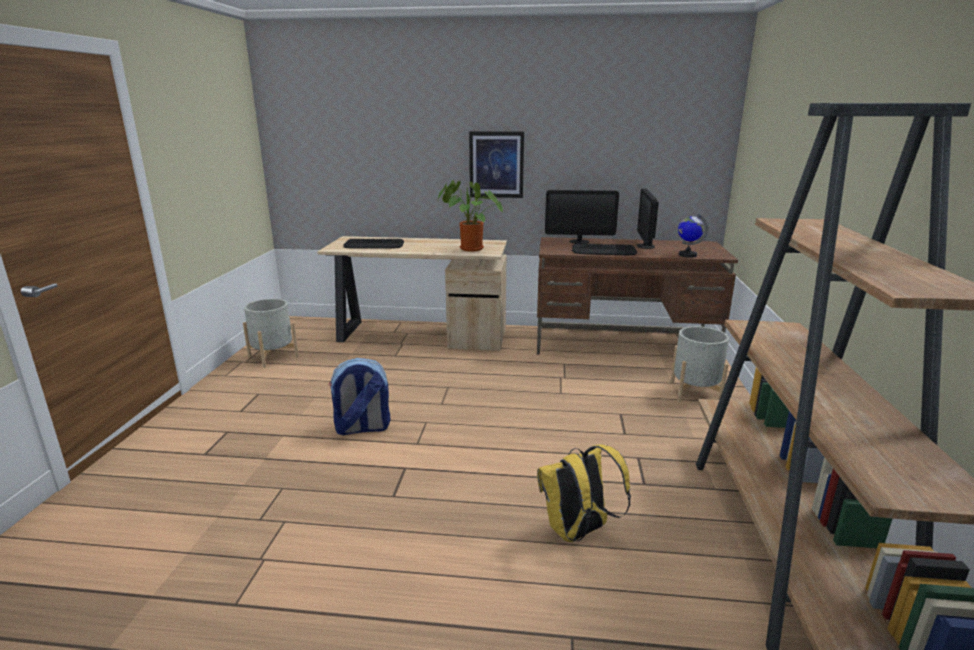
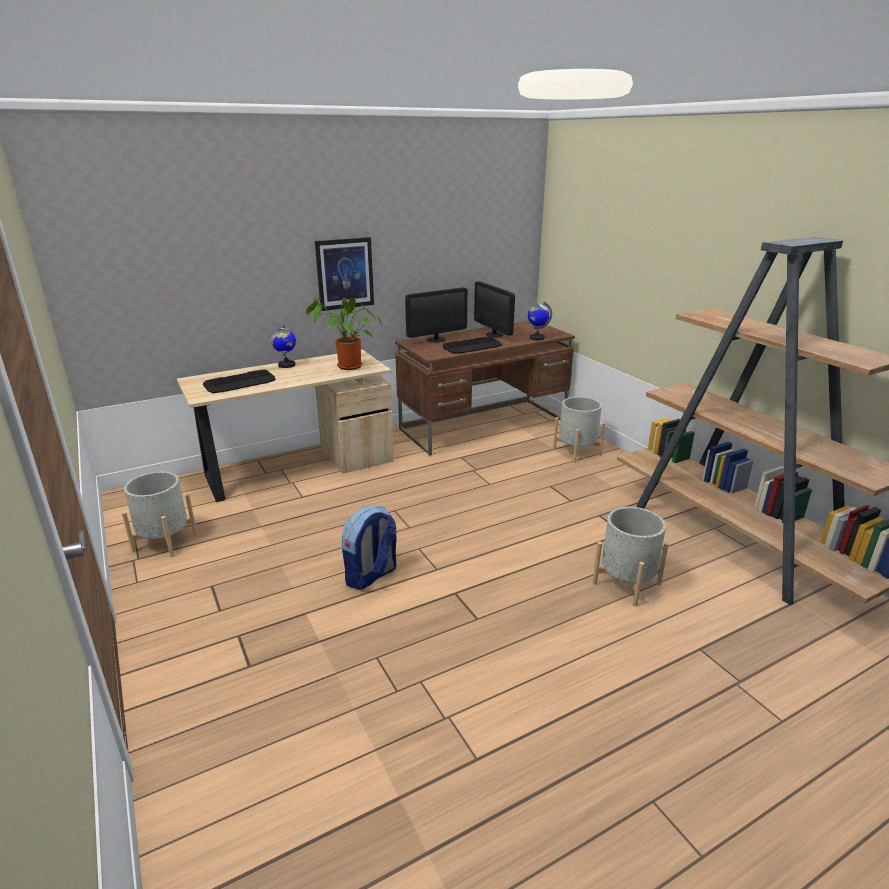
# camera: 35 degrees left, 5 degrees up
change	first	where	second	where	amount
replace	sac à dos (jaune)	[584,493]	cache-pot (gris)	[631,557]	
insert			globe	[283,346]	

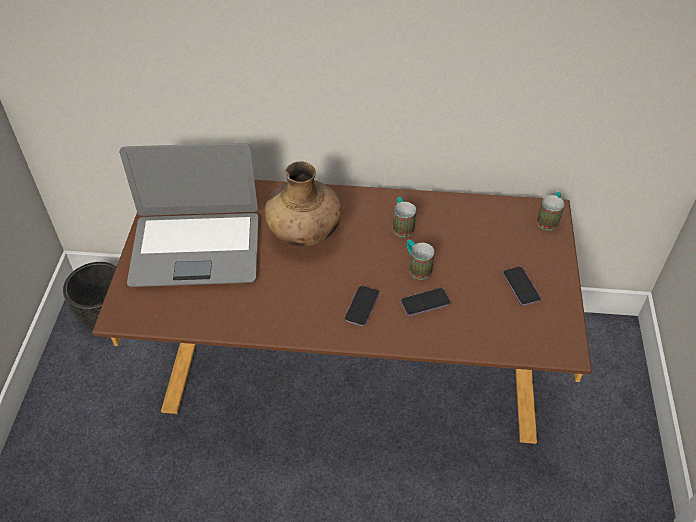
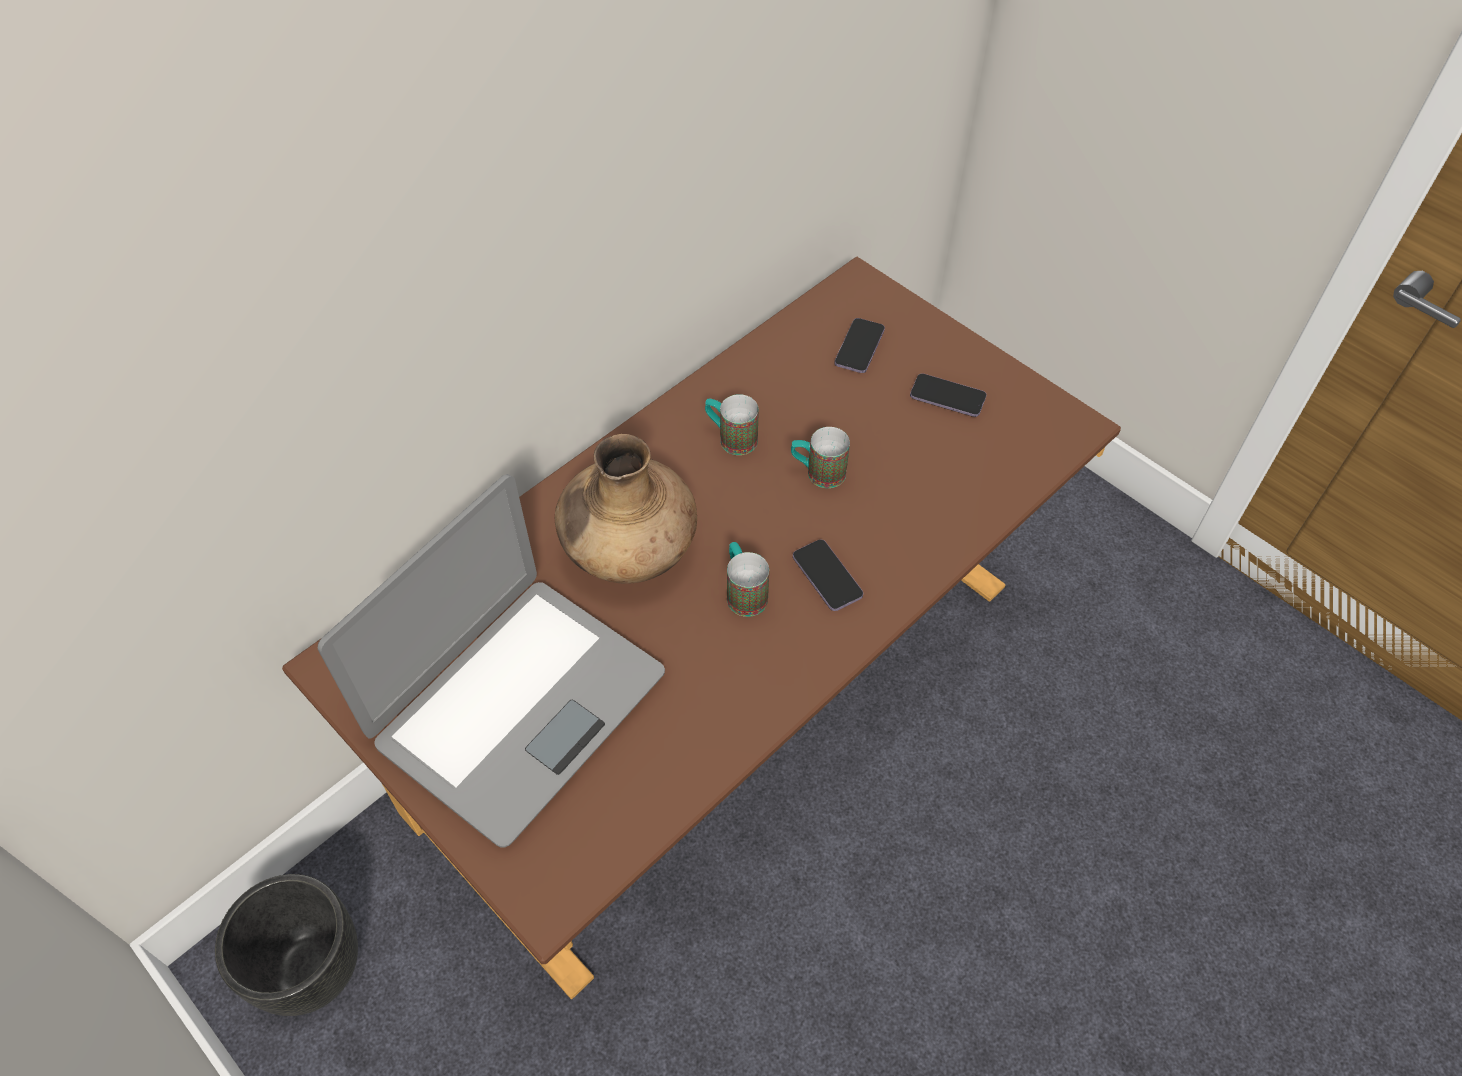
# camera: 50 degrees left, 5 degrees up
change	first	where	second	where	amount
move	téléphone	[425,302]		[859,345]	
move	mug	[550,211]		[748,579]	

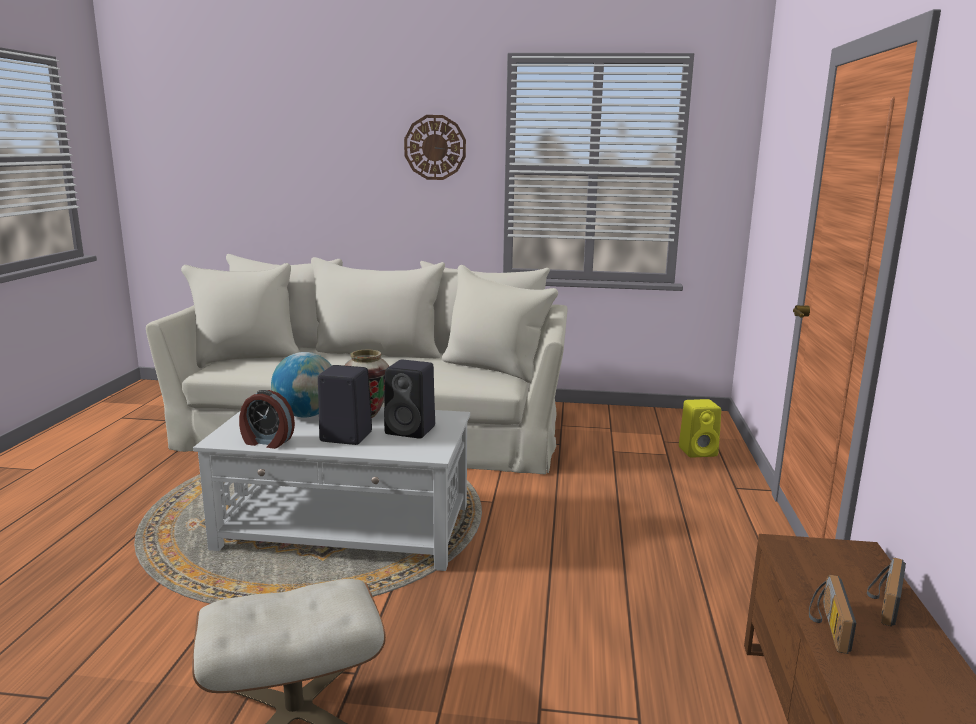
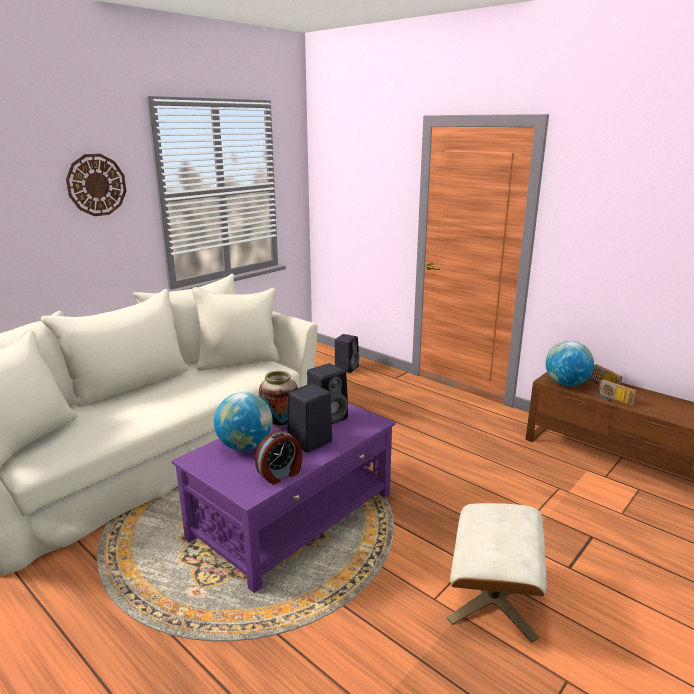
# camera: 55 degrees left, 5 degrees up
change	first	where	second	where	amount
recolor	table basse (blanc)	[331,489]	table basse (violet)	[283,498]	
recolor	enceinte (jaune)	[700,428]	enceinte (noir)	[347,353]	
insert			globe	[570,363]	

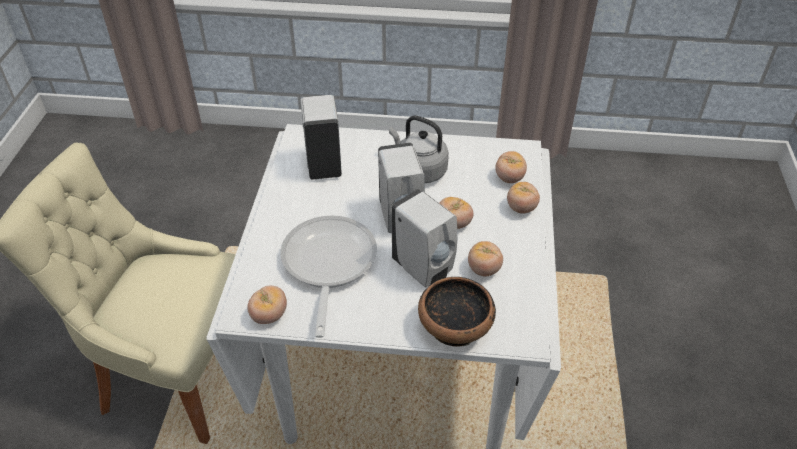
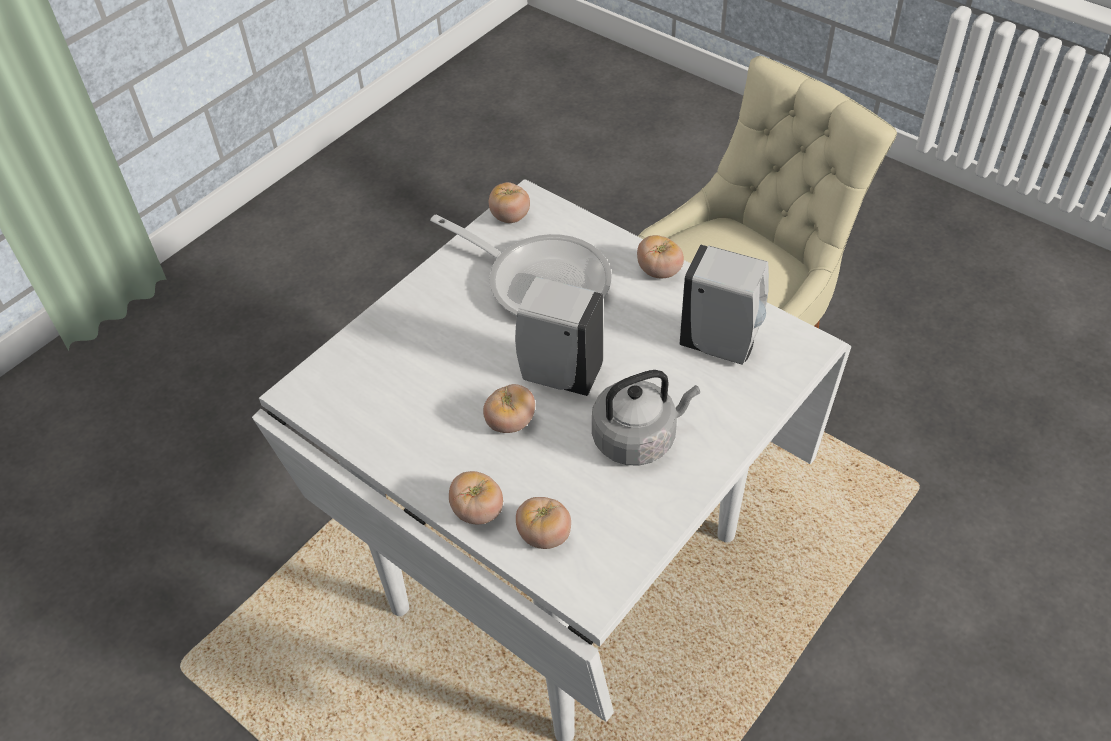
# camera: 125 degrees right, 5 degrees up
change	first	where	second	where	amount
delete	distributeur de savon (blanc)	[424,238]			
delete	bol	[457,312]			
move	tomate	[485,259]		[660,256]	

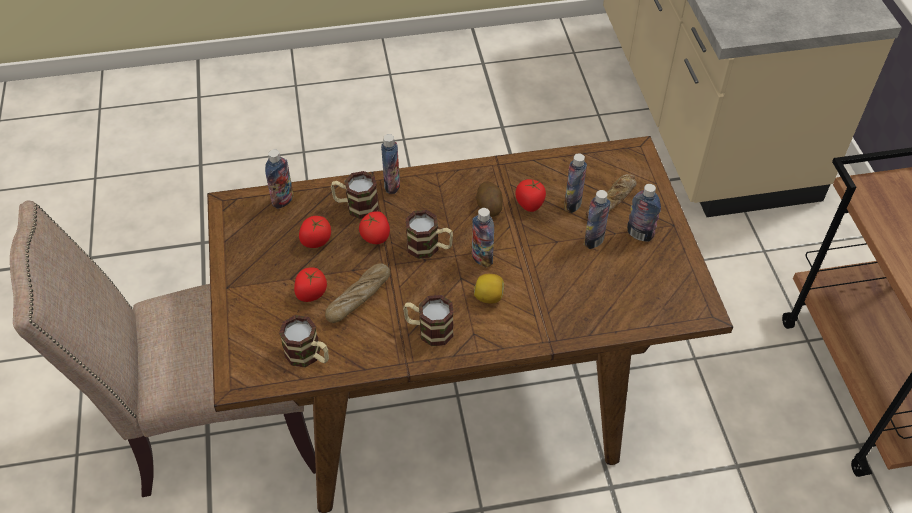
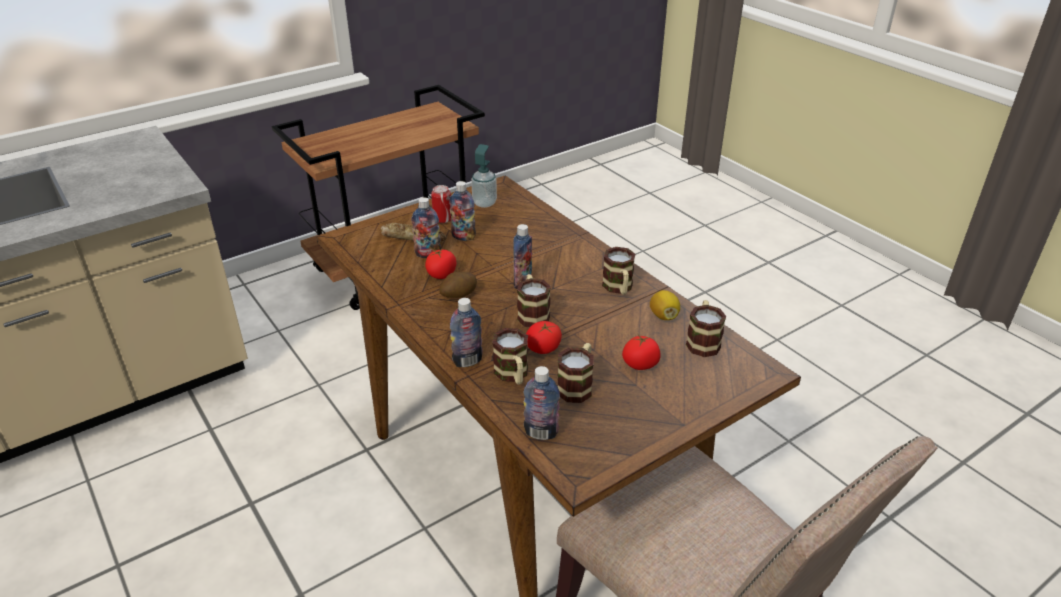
# camera: 115 degrees left, 15 degrees down
change	first	where	second	where	amount
replace	tomate	[315,232]	mug	[575,373]	
delete	pain	[357,293]			
move	citron	[489,289]		[665,305]	
replace	bouteille	[644,213]	boîte métallique	[441,204]	
insert			distributeur de savon	[484,176]	

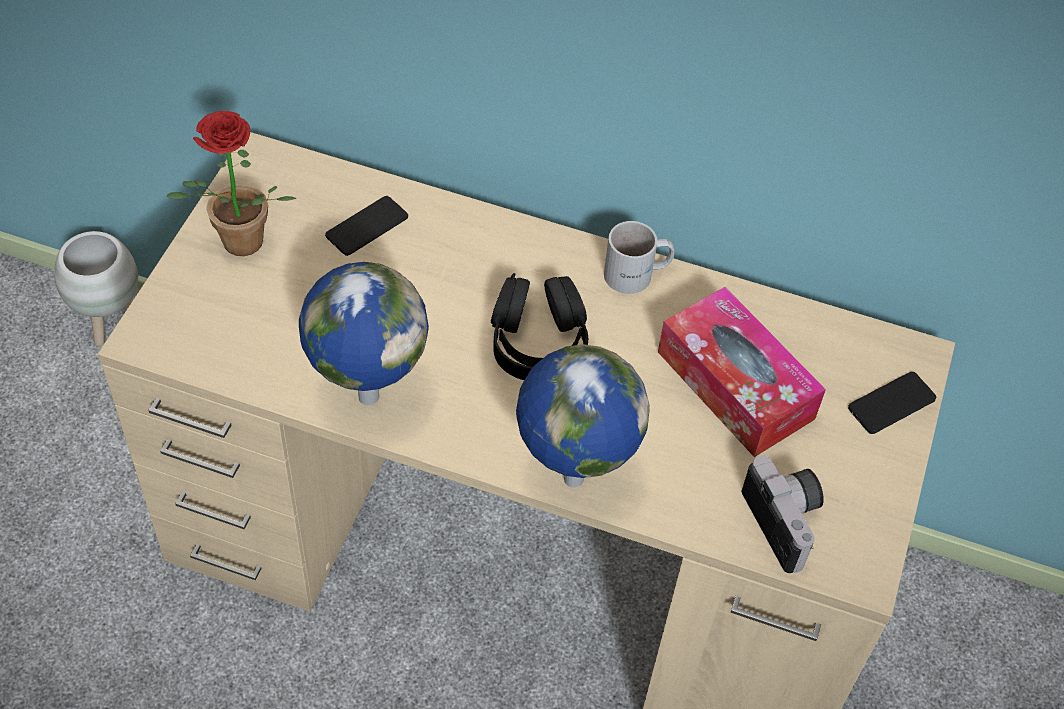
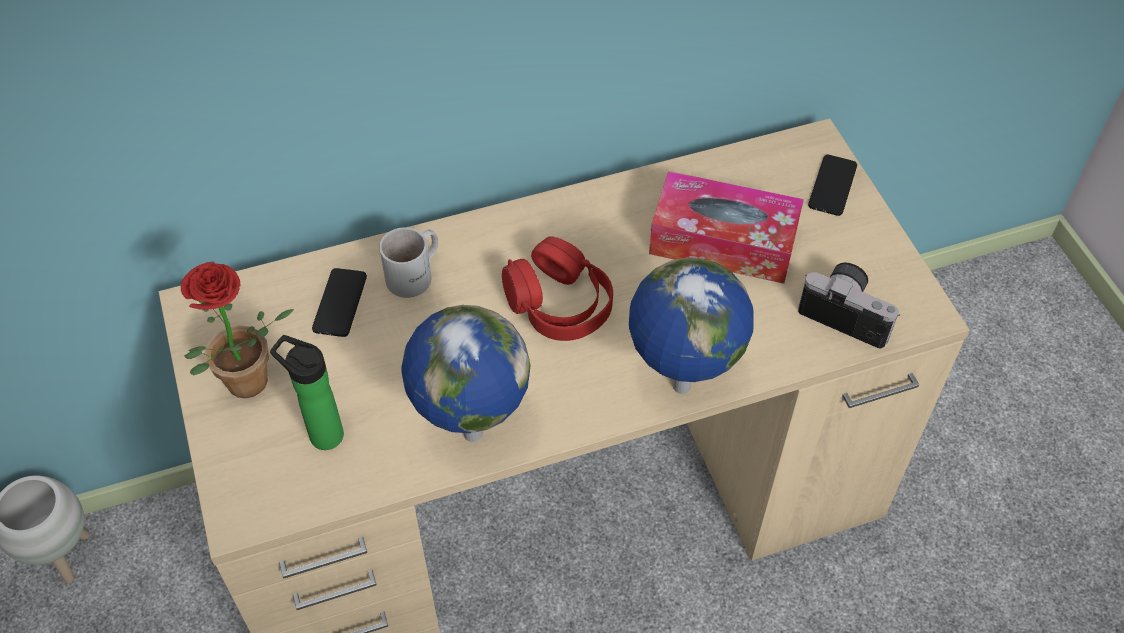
# camera: 35 degrees left, 0 degrees up
change	first	where	second	where	amount
recolor	casque audio (noir)	[539,326]	casque audio (rouge)	[557,288]	
move	mug (blanc)	[639,257]		[408,262]	
insert			bouteille	[307,392]	

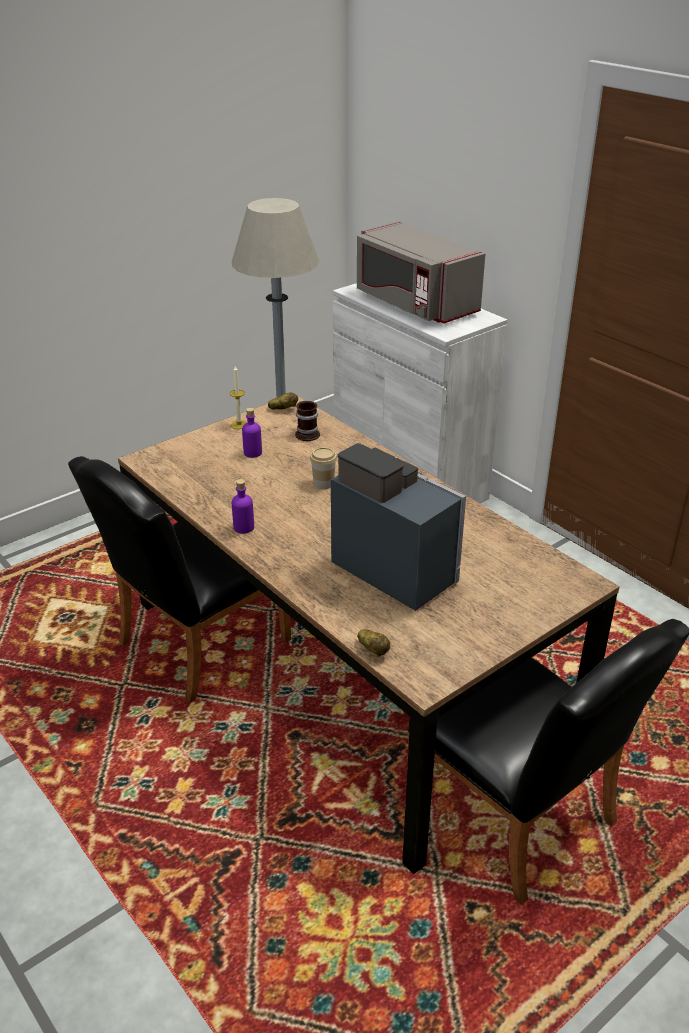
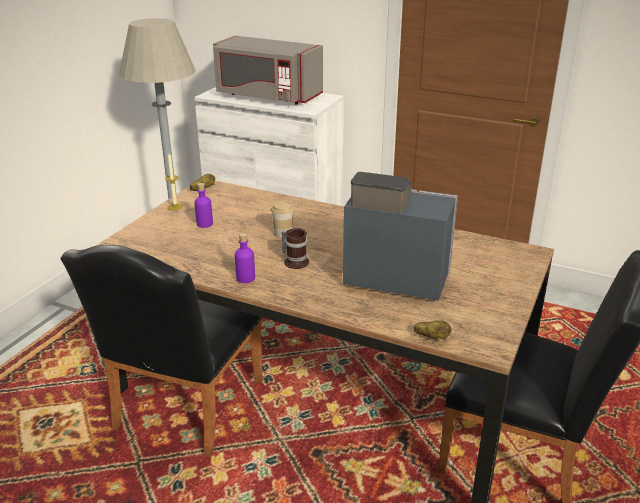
# camera: 25 degrees left, 5 degrees down
change	first	where	second	where	amount
move	mug	[307,421]		[295,248]	

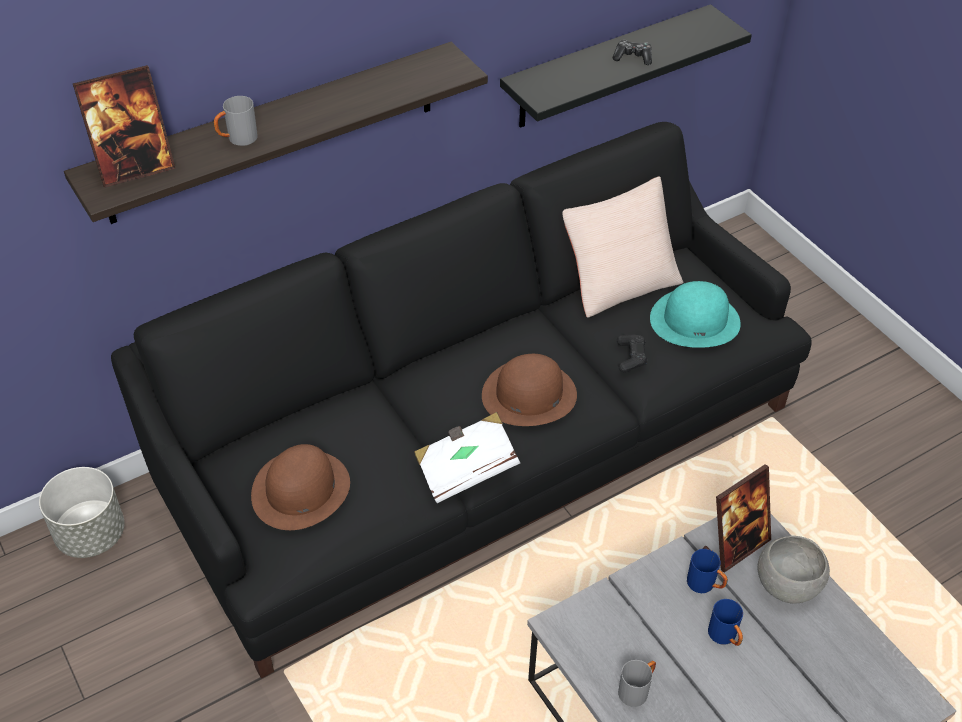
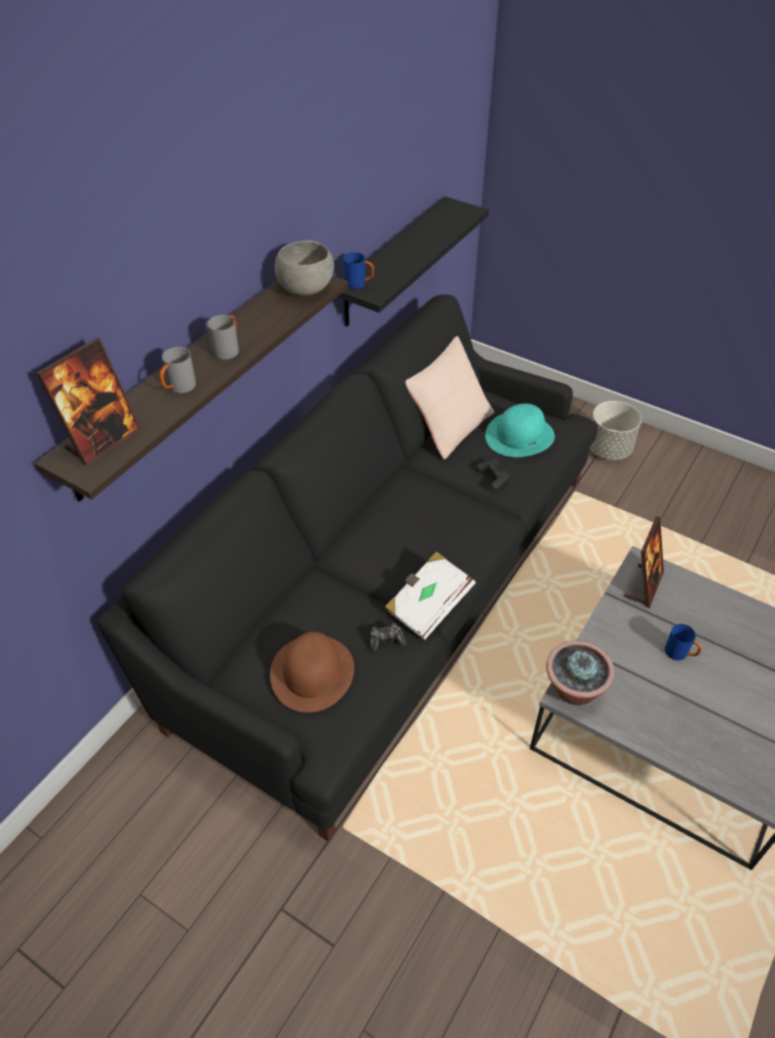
# camera: 25 degrees left, 0 degrees up
change	first	where	second	where	amount
move	cache-pot (gris)	[82,512]		[615,430]	
delete	chapeau (marron)	[529,390]			
move	manette	[632,52]		[388,637]	
move	mug (gris)	[637,683]		[223,337]	
move	mug (bleu)	[707,571]		[358,270]	
move	bol (gris)	[794,570]		[304,268]	
insert			plante en pot	[580,673]	

